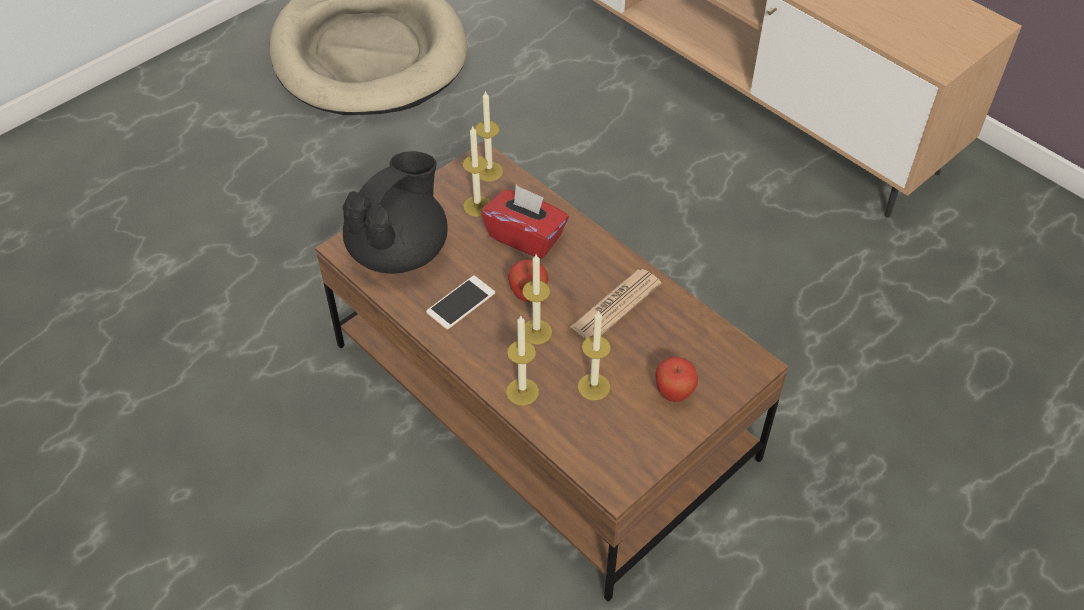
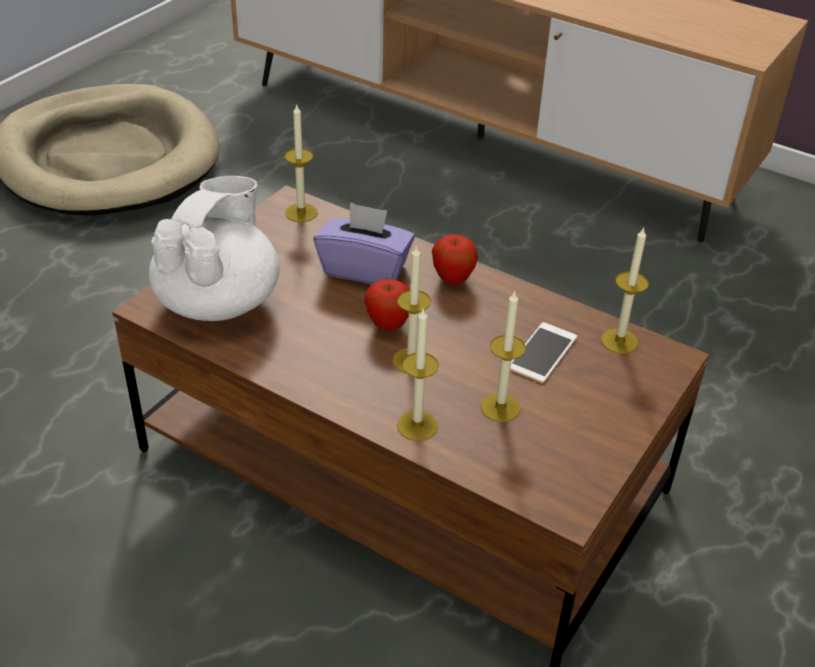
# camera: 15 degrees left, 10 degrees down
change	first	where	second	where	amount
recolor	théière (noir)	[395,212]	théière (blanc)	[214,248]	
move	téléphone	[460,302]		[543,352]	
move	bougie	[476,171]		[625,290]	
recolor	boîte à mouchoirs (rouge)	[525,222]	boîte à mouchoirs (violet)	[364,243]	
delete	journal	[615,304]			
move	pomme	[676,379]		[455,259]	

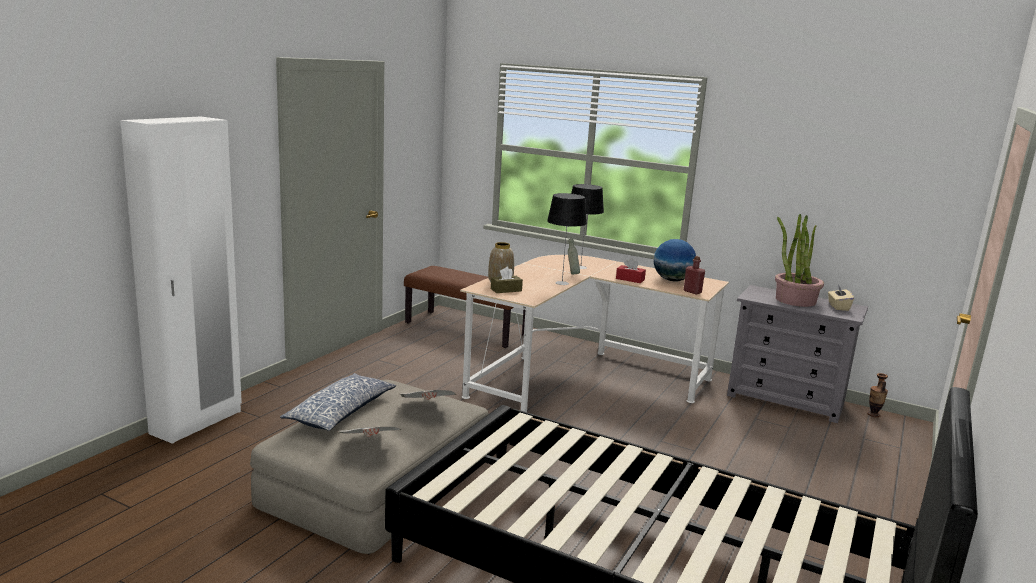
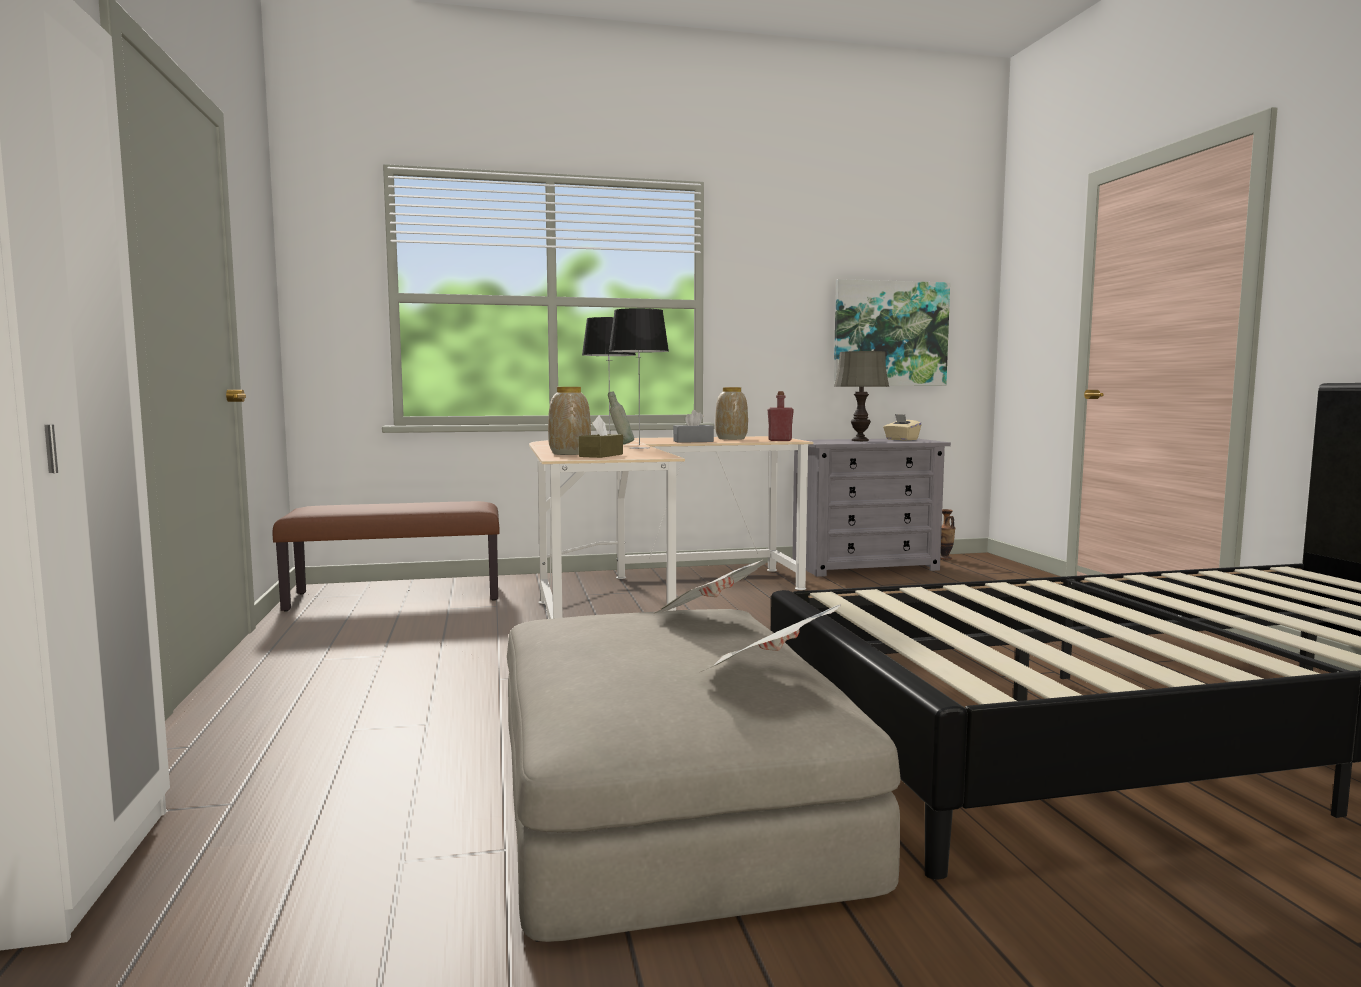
# camera: 40 degrees left, 10 degrees down
change	first	where	second	where	amount
delete	coussin	[338,402]			
recolor	boîte à mouchoirs (rouge)	[631,270]	boîte à mouchoirs (gris)	[693,426]	
replace	globe	[675,260]	vase	[731,413]	
replace	plante en pot	[799,260]	lampe de table (gris)	[861,396]	
insert			tableau	[892,332]	

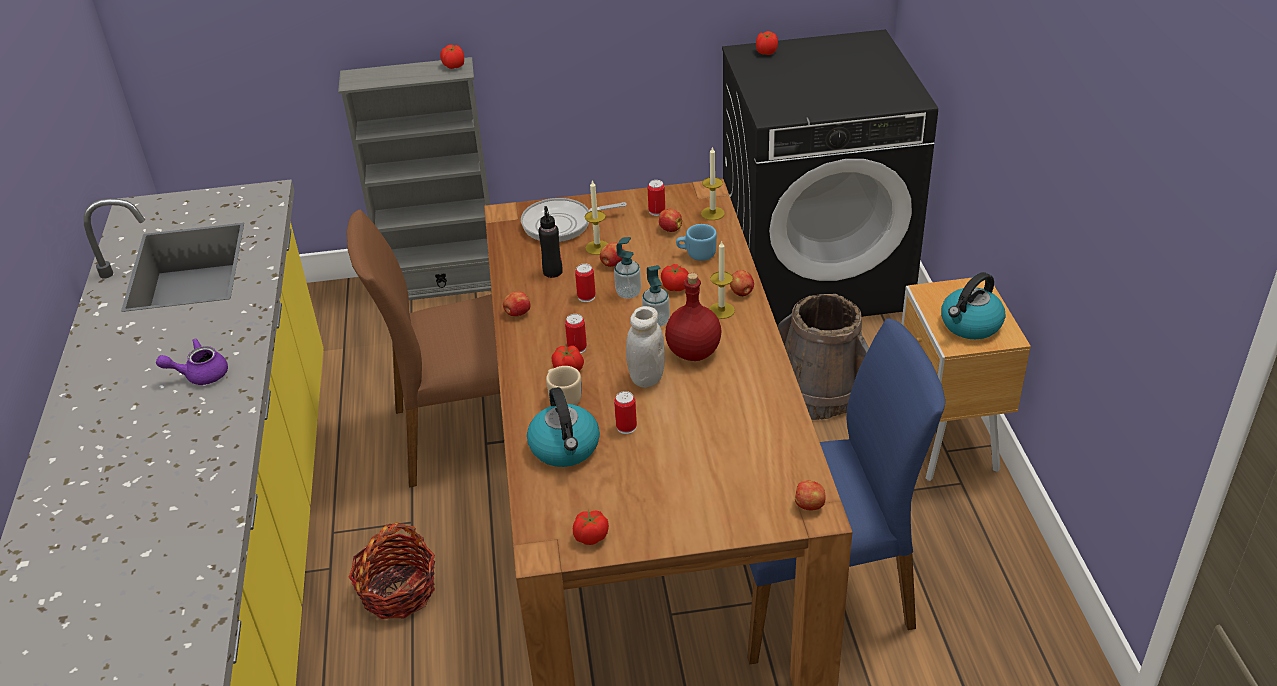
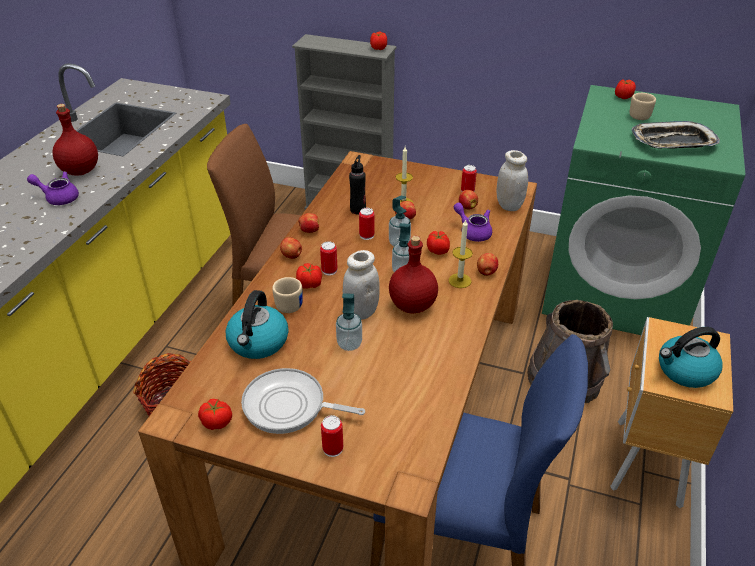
# camera: 25 degrees right, 0 degrees up
change	first	where	second	where	amount
move	poêle	[574,220]		[303,401]	
move	boîte métallique	[625,412]		[332,436]	
replace	mug (bleu)	[696,242]	théière (violet)	[472,222]	
replace	bougie	[713,183]	bocal (blanc)	[512,180]	
recolor	lave-linge (noir)	[830,178]	lave-linge (vert)	[643,210]	
move	pomme	[810,495]		[291,248]	
insert			bouteille (rouge)	[75,140]	
insert			distributeur de savon	[349,322]	
insert			mug (beige)	[642,106]	
insert			plateau	[675,135]	

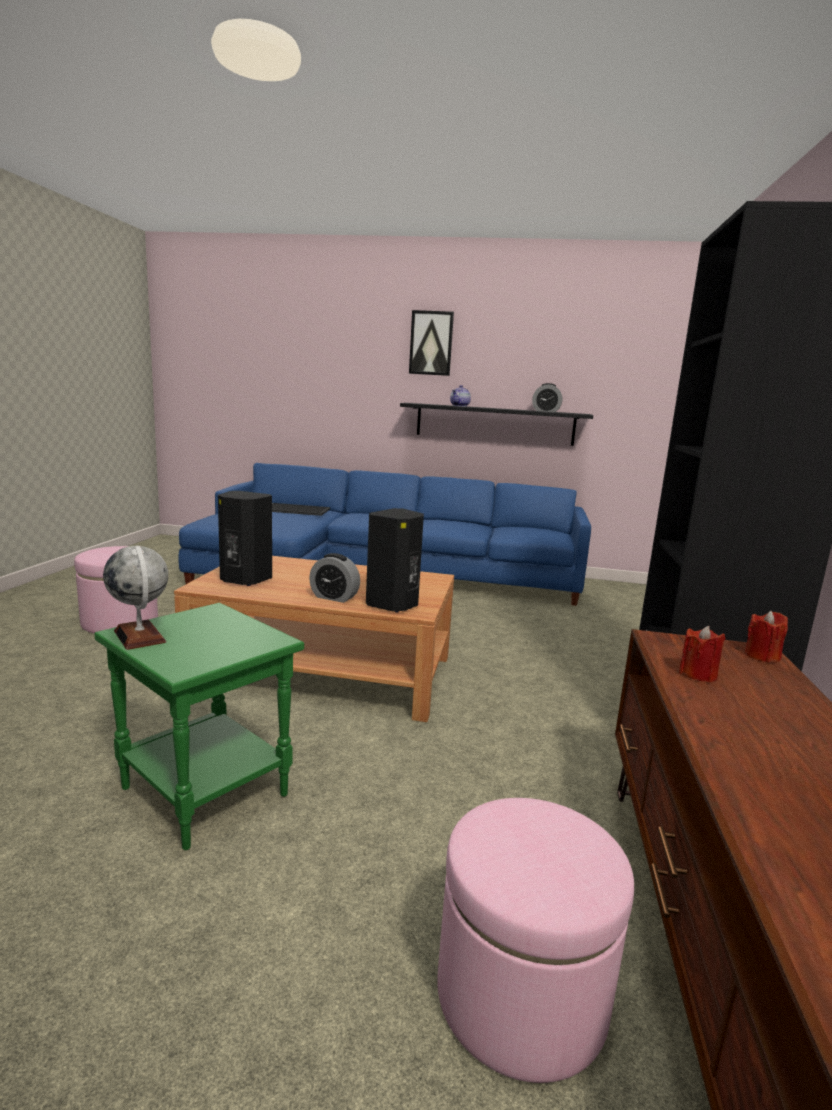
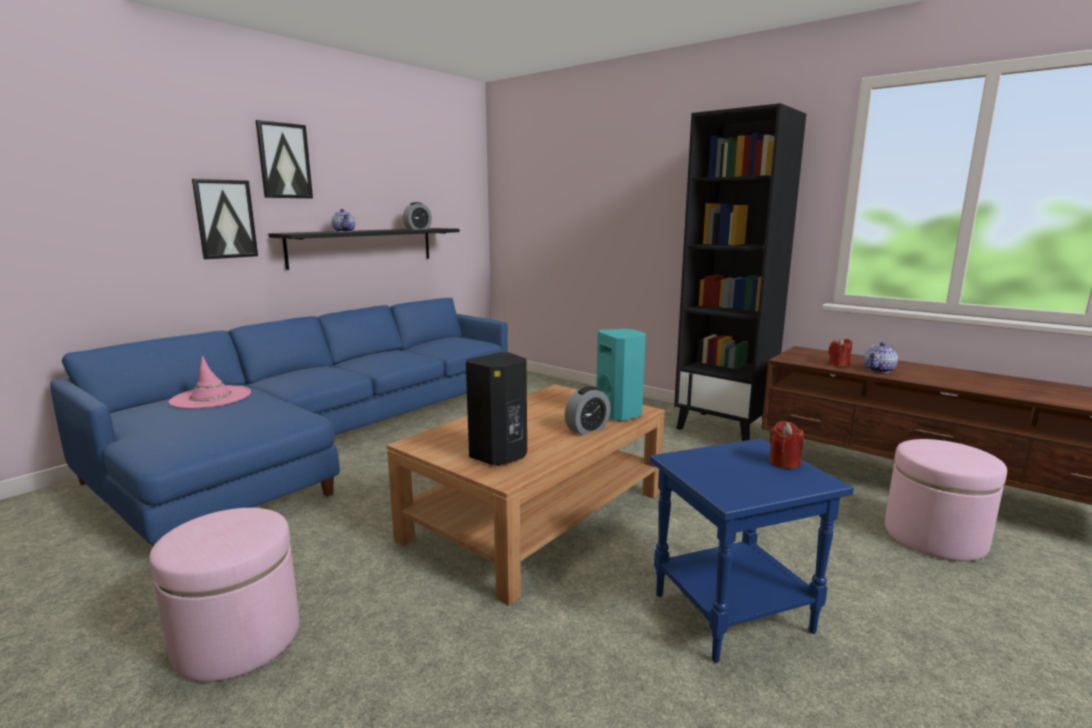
# camera: 60 degrees left, 0 degrees up
change	first	where	second	where	amount
recolor	table d'appoint (vert)	[199,726]	table d'appoint (bleu)	[752,550]	
delete	globe	[135,598]			
replace	plateau	[301,509]	chapeau (rose)	[210,382]	
recolor	enceinte (noir)	[395,560]	enceinte (turquoise)	[621,375]	
move	bougie (rouge)	[766,637]		[786,445]	
insert			tableau	[225,219]	
insert			théière	[881,357]	

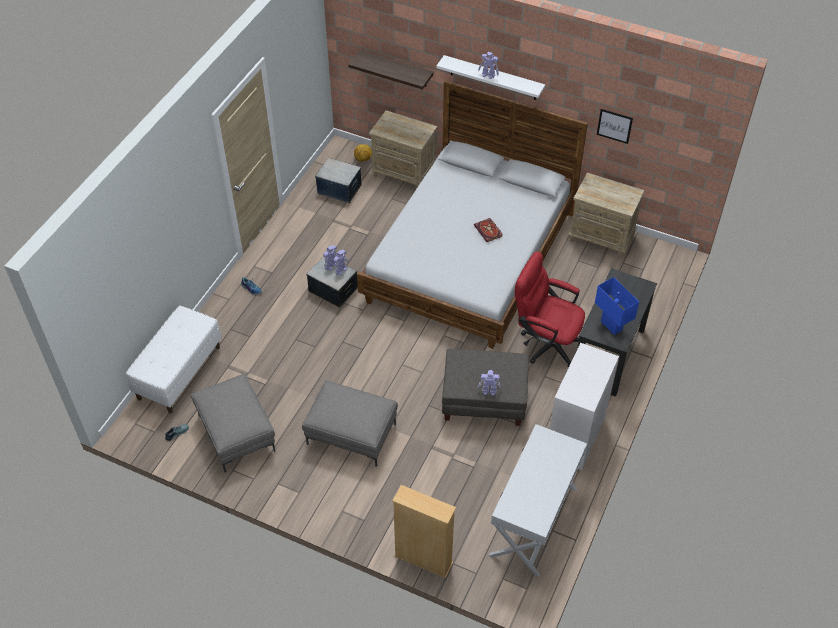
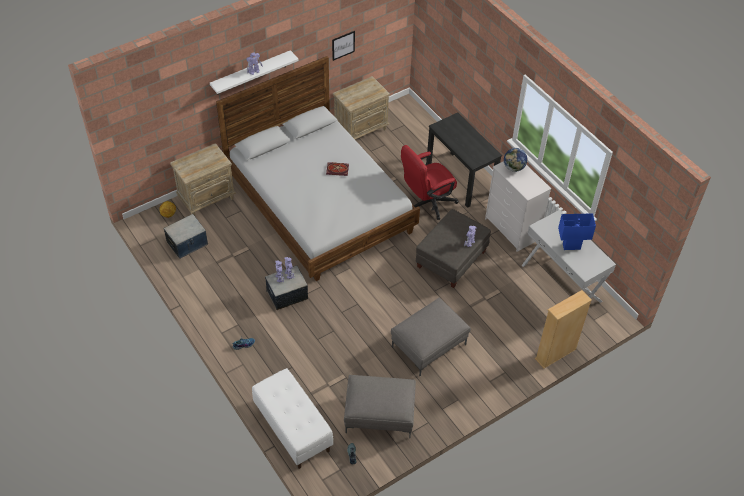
# camera: 60 degrees left, 0 degrees up
change	first	where	second	where	amount
delete	étagère	[391,70]			
move	lampe de table (bleu)	[617,306]		[577,231]	
insert			globe	[515,160]	

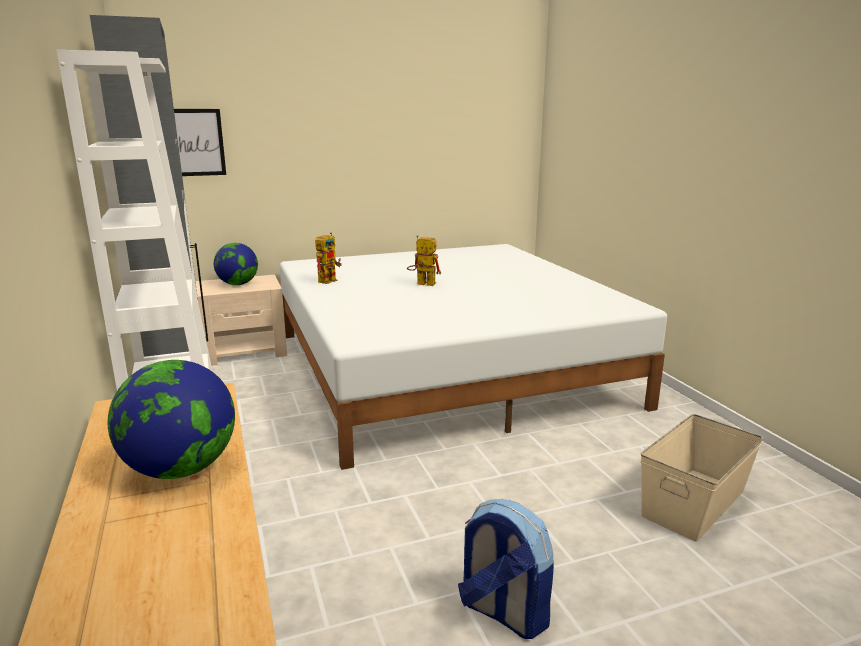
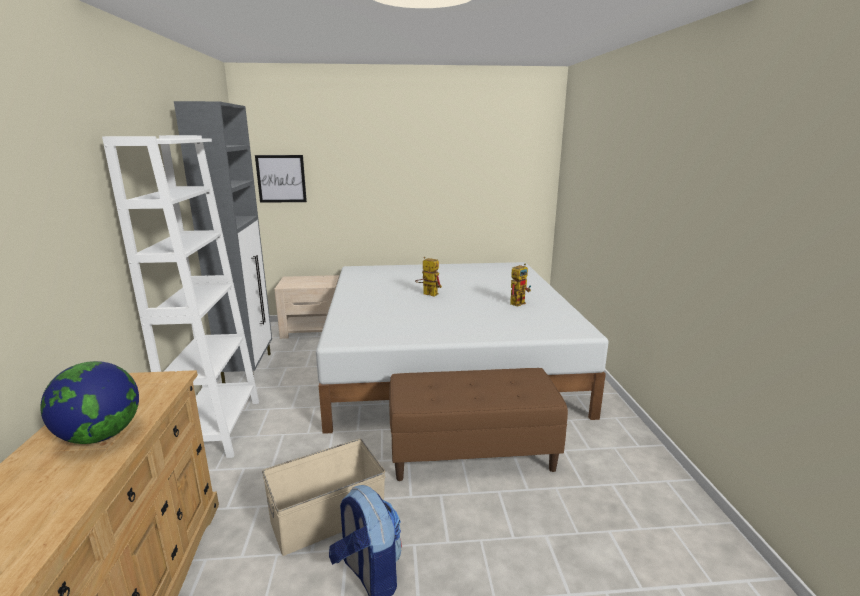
# camera: 15 degrees right, 0 degrees up
change	first	where	second	where	amount
delete	globe	[236,264]			
move	robot jouet	[328,258]		[520,285]	
move	boîte de rangement (beige)	[701,478]		[323,497]	
insert			banc (marron)	[478,424]	

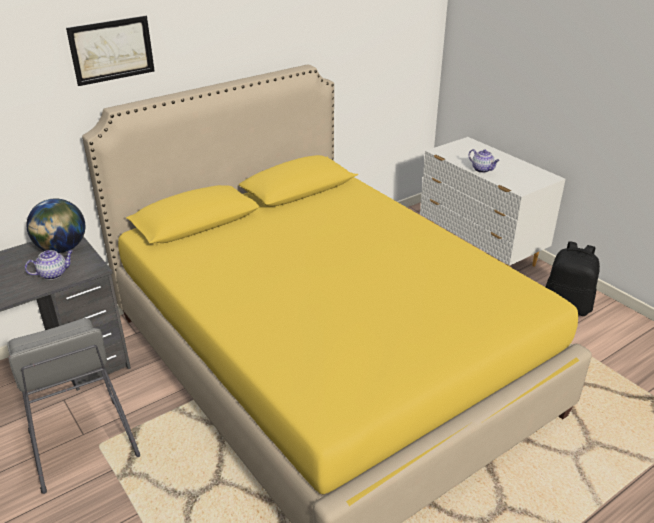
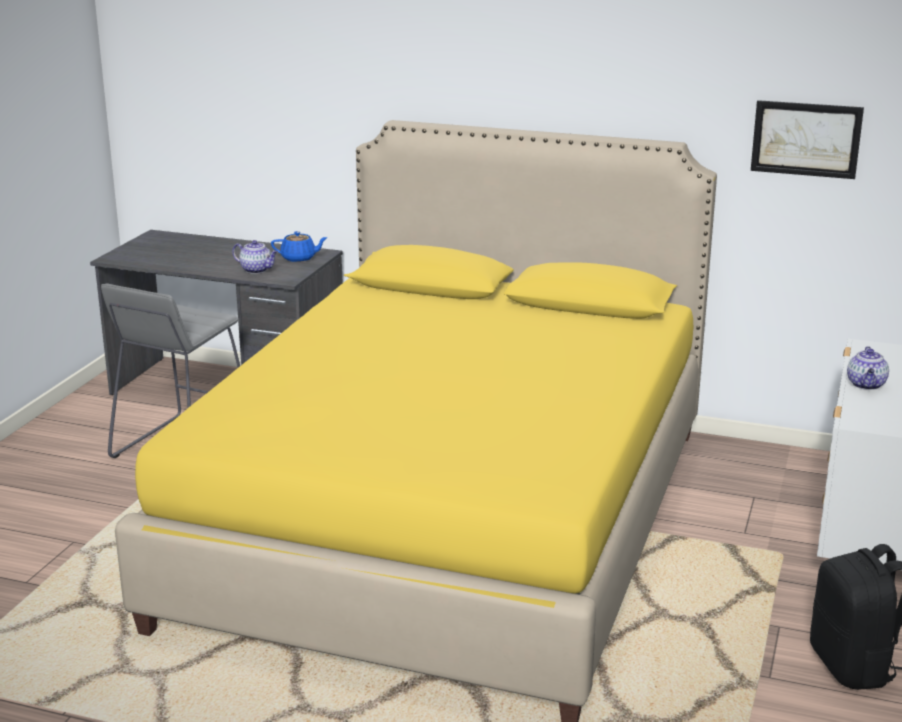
# camera: 55 degrees right, 10 degrees down
change	first	where	second	where	amount
replace	globe	[55,225]	théière (bleu)	[299,246]	
move	tableau	[110,51]		[807,139]	

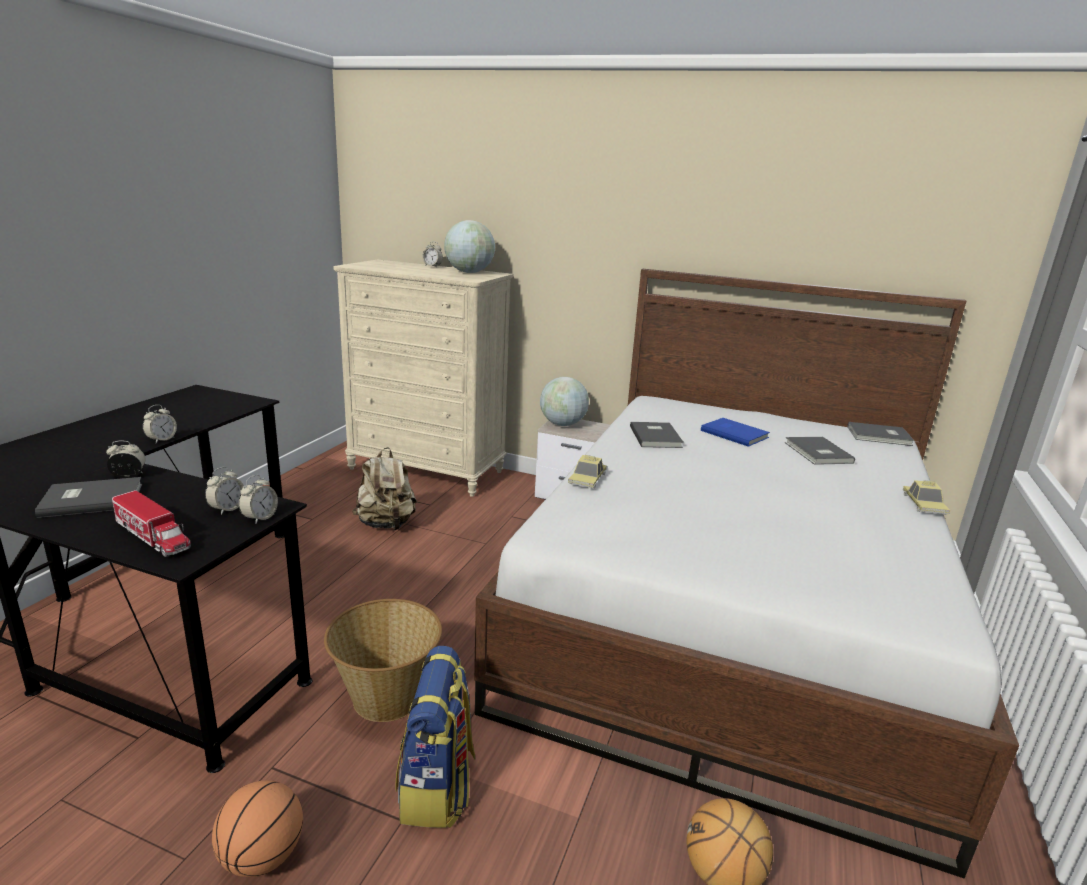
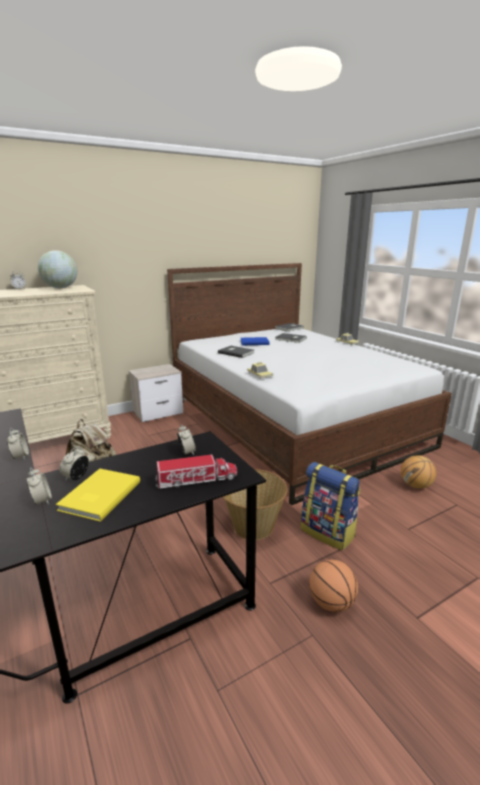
# camera: 50 degrees left, 0 degrees up
change	first	where	second	where	amount
recolor	livre (gris)	[88,497]	livre (jaune)	[98,495]	
move	réveil	[258,499]		[39,486]	
delete	globe	[564,401]			

